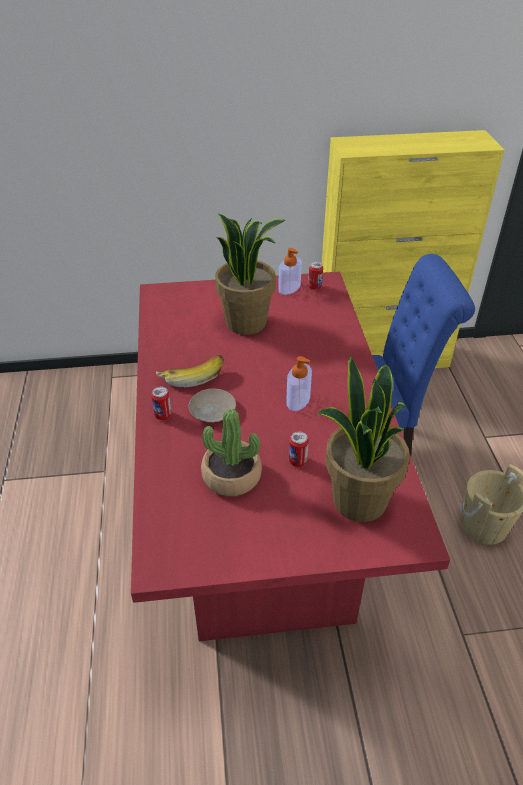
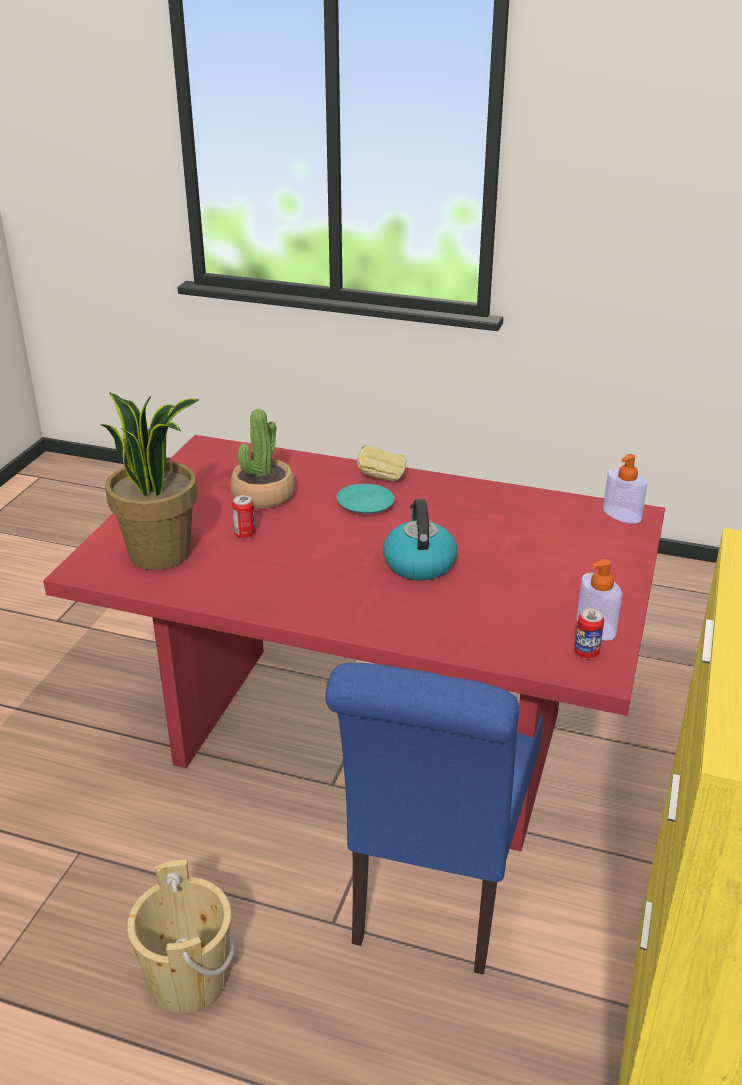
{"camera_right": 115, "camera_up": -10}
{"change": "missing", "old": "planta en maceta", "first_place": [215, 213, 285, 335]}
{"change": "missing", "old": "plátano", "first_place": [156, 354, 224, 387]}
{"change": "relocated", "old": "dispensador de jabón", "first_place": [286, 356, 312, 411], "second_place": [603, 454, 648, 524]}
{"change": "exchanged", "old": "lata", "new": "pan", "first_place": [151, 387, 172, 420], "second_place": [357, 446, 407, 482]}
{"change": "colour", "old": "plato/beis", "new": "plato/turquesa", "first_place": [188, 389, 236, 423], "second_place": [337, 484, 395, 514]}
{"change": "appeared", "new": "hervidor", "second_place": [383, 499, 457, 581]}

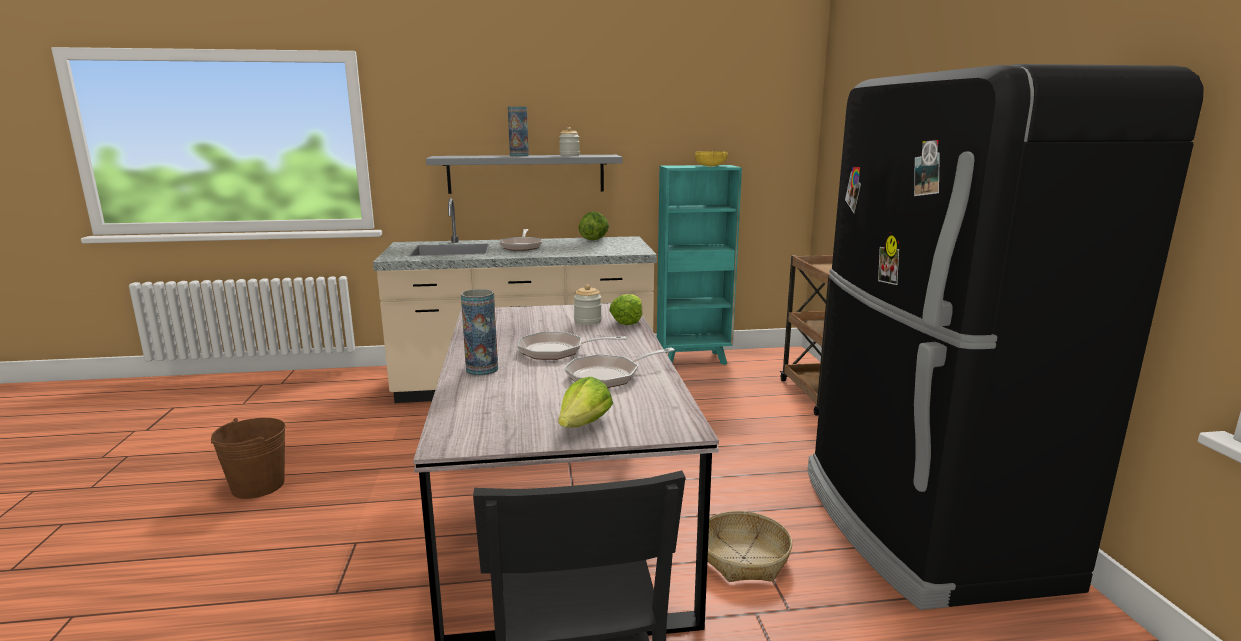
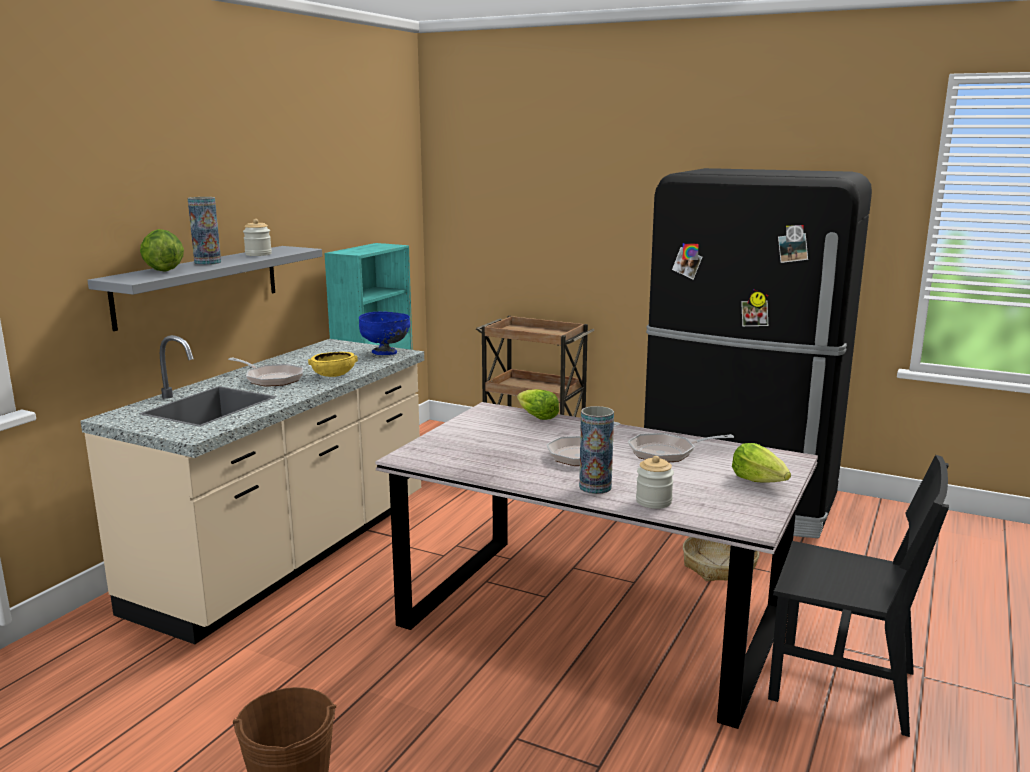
{"camera_right": -55, "camera_up": 0}
{"change": "relocated", "old": "cuenco/amarillo", "first_place": [695, 151, 728, 166], "second_place": [308, 352, 358, 377]}
{"change": "relocated", "old": "lechuga", "first_place": [578, 211, 609, 241], "second_place": [140, 229, 184, 272]}
{"change": "relocated", "old": "tarro", "first_place": [574, 285, 602, 325], "second_place": [636, 456, 674, 509]}
{"change": "spun", "old": "sartén", "first_place": [564, 347, 675, 388], "second_place": [628, 433, 734, 462], "degrees": 75}
{"change": "appeared", "new": "cuenco/azul", "second_place": [359, 312, 410, 355]}

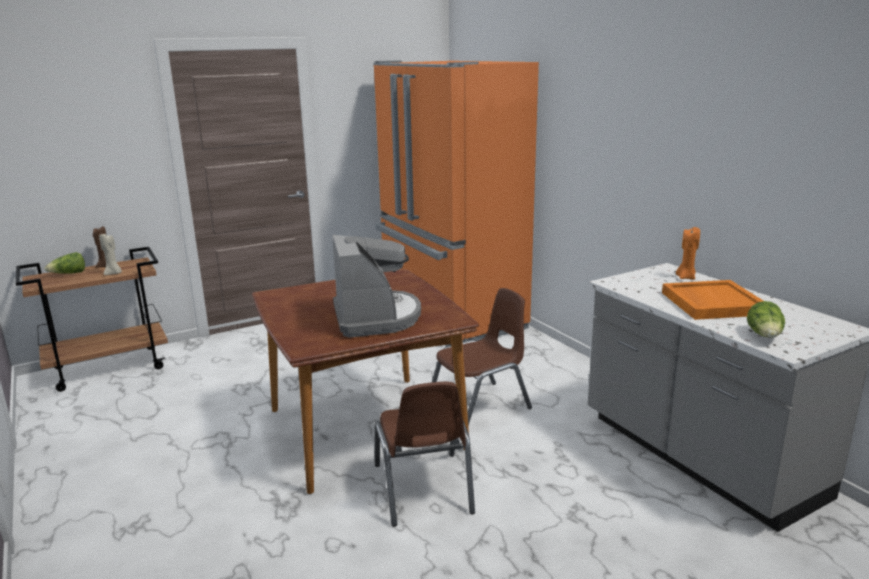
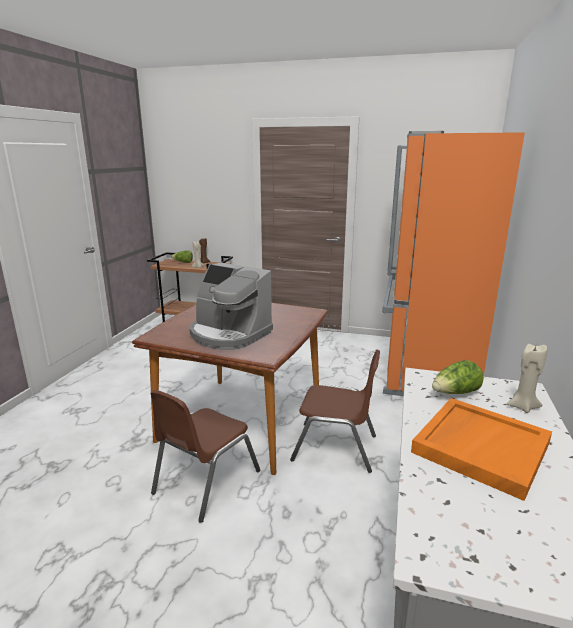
{"camera_right": 45, "camera_up": 0}
{"change": "colour", "old": "vela/naranja", "new": "vela/beis", "first_place": [676, 227, 700, 280], "second_place": [507, 344, 548, 413]}
{"change": "spun", "old": "cafetera", "first_place": [332, 234, 421, 338], "second_place": [189, 263, 273, 350], "degrees": 90}
{"change": "relocated", "old": "lechuga", "first_place": [747, 301, 785, 338], "second_place": [432, 360, 484, 394]}

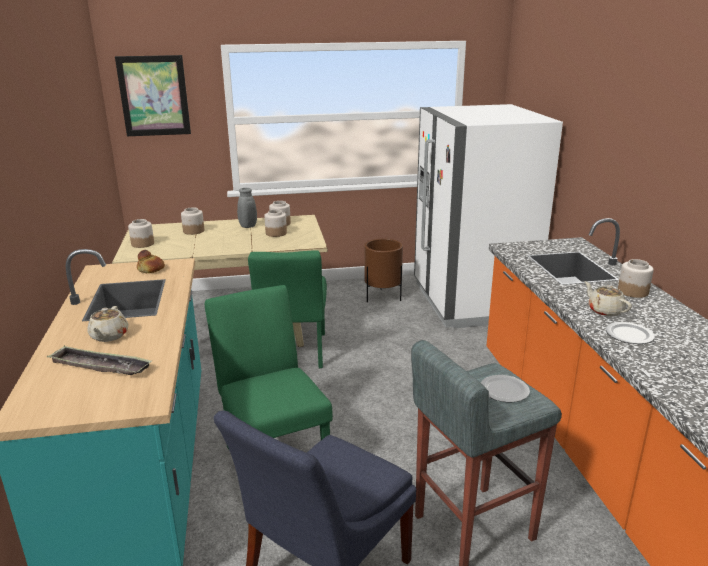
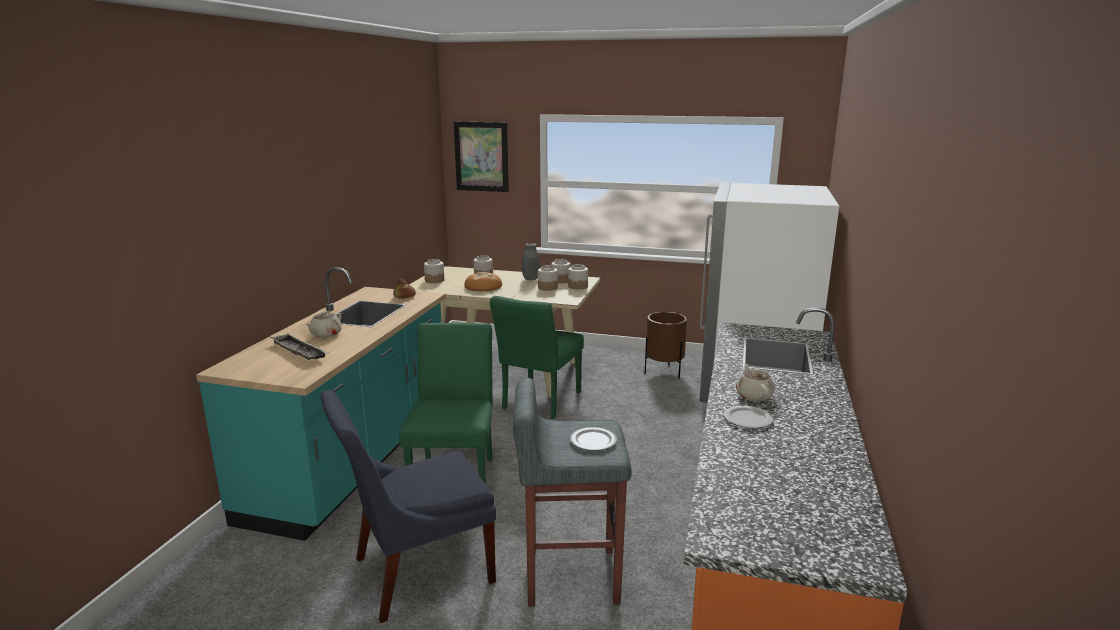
{"camera_right": 25, "camera_up": -5}
{"change": "relocated", "old": "tarro", "first_place": [618, 259, 654, 298], "second_place": [568, 264, 588, 290]}
{"change": "appeared", "new": "pan", "second_place": [464, 272, 502, 291]}

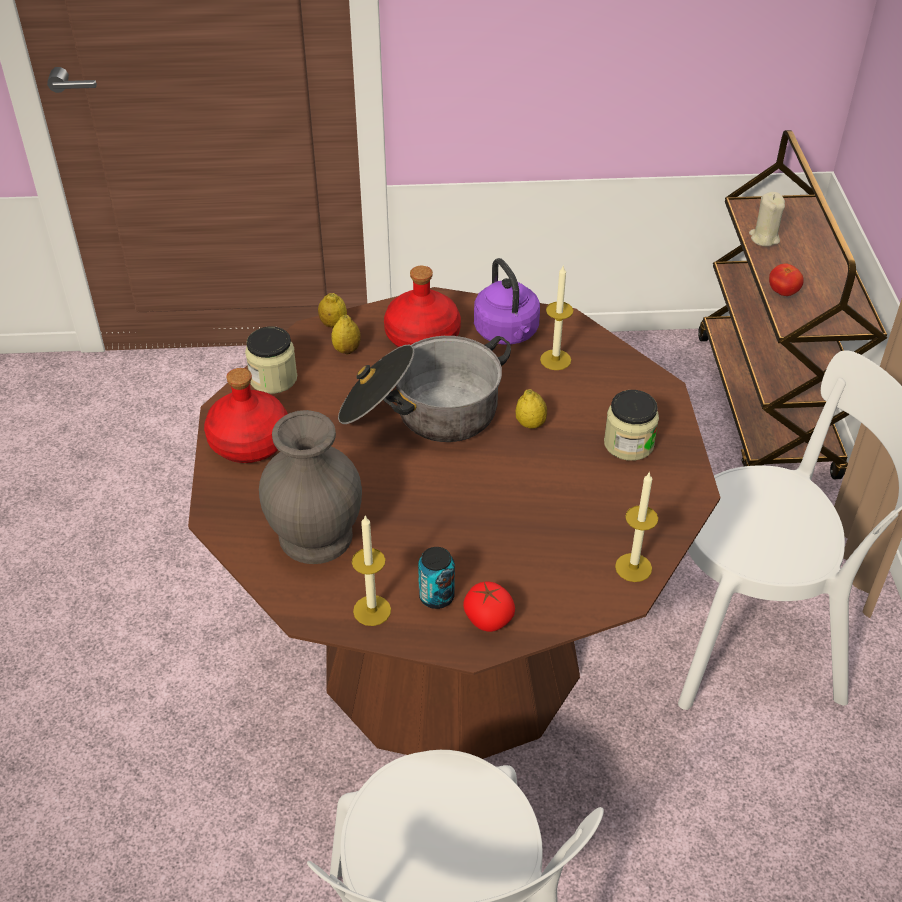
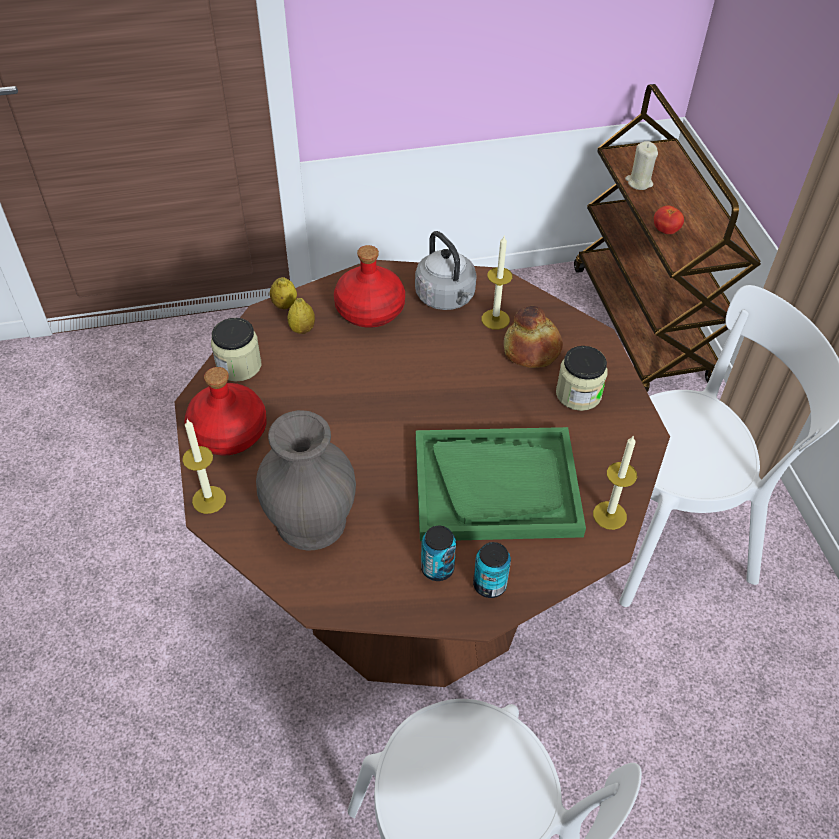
{"camera_right": -10, "camera_up": 5}
{"change": "colour", "old": "hervidor/morado", "new": "hervidor/gris", "first_place": [474, 258, 540, 345], "second_place": [415, 231, 477, 310]}
{"change": "missing", "old": "olla", "first_place": [338, 336, 511, 442]}
{"change": "missing", "old": "limón", "first_place": [516, 389, 547, 429]}
{"change": "relocated", "old": "vela", "first_place": [352, 516, 391, 626], "second_place": [183, 419, 226, 514]}
{"change": "exchanged", "old": "tomate", "new": "lata", "first_place": [463, 581, 515, 632], "second_place": [473, 542, 511, 598]}
{"change": "appeared", "new": "pan", "second_place": [504, 306, 563, 368]}
{"change": "appeared", "new": "bandeja/verde", "second_place": [416, 427, 586, 541]}

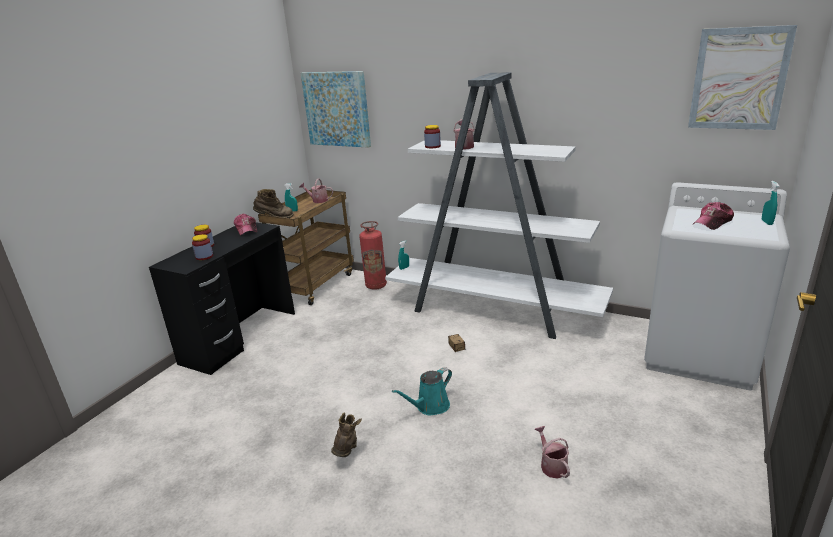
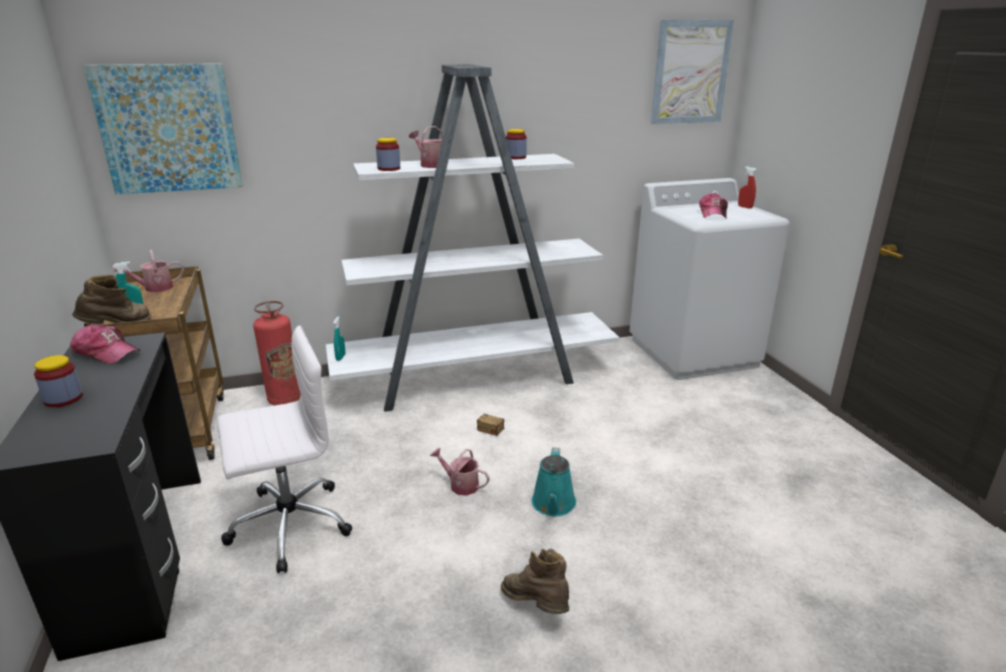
{"camera_right": -45, "camera_up": 0}
{"change": "colour", "old": "pulverizador/turquesa", "new": "pulverizador/rojo", "first_place": [762, 181, 779, 225], "second_place": [738, 167, 756, 209]}
{"change": "relocated", "old": "tarro", "first_place": [192, 234, 213, 260], "second_place": [506, 129, 527, 159]}
{"change": "relocated", "old": "regadera", "first_place": [535, 426, 570, 479], "second_place": [430, 448, 490, 496]}
{"change": "appeared", "new": "silla de oficina/blanco", "second_place": [217, 325, 352, 573]}

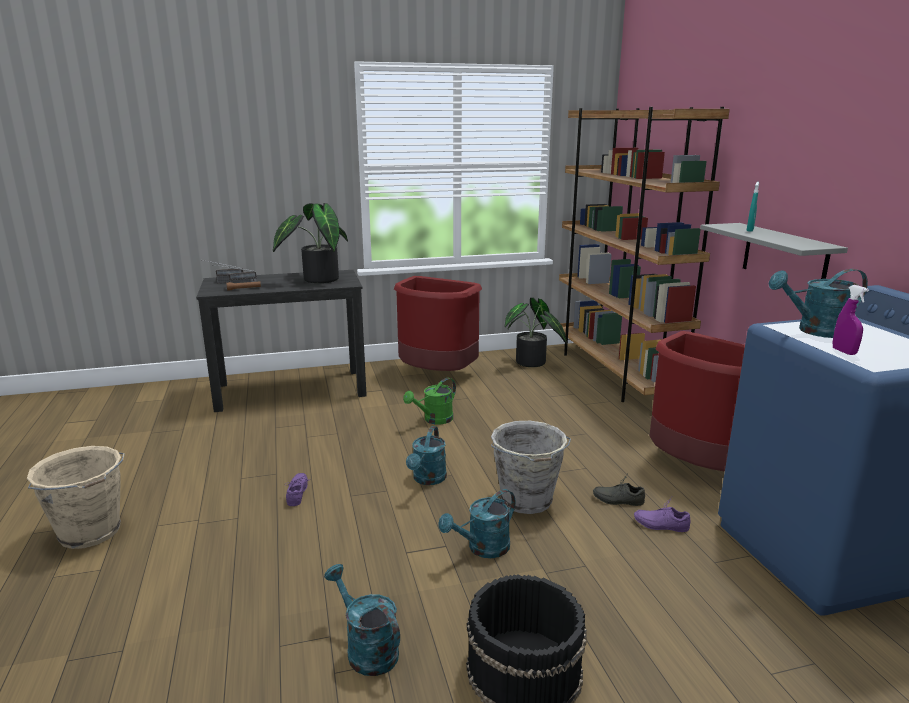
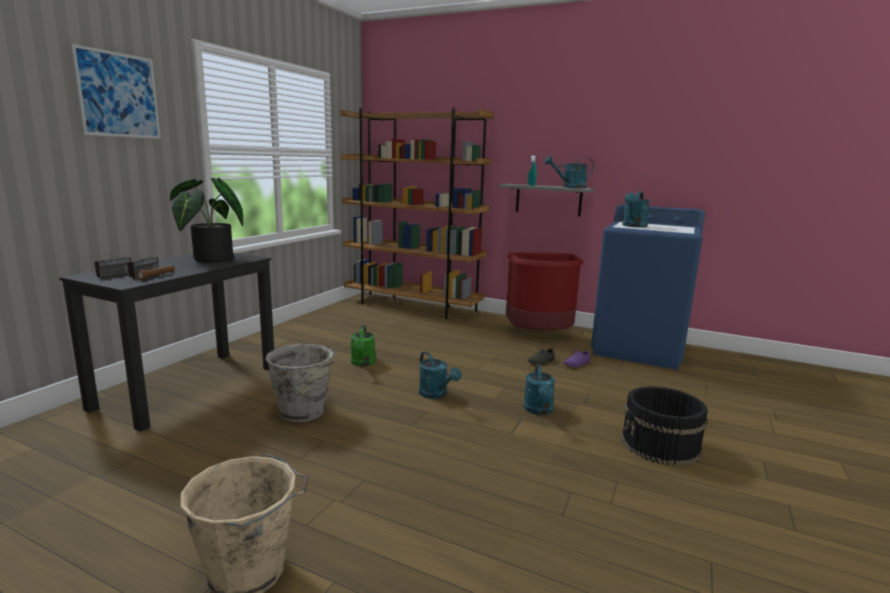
{"camera_right": -50, "camera_up": -5}
{"change": "missing", "old": "papelera/rojo", "first_place": [394, 276, 482, 371]}
{"change": "missing", "old": "pulverizador/morado", "first_place": [833, 285, 869, 355]}
{"change": "missing", "old": "planta en maceta", "first_place": [505, 297, 567, 367]}
{"change": "relocated", "old": "cubo/gris", "first_place": [491, 421, 571, 514], "second_place": [265, 344, 335, 423]}
{"change": "missing", "old": "zapato/morado", "first_place": [285, 473, 310, 506]}
{"change": "relocated", "old": "regadera/turquesa", "first_place": [324, 564, 400, 676], "second_place": [545, 155, 594, 188]}
{"change": "appeared", "new": "cuadro", "second_place": [71, 44, 161, 139]}

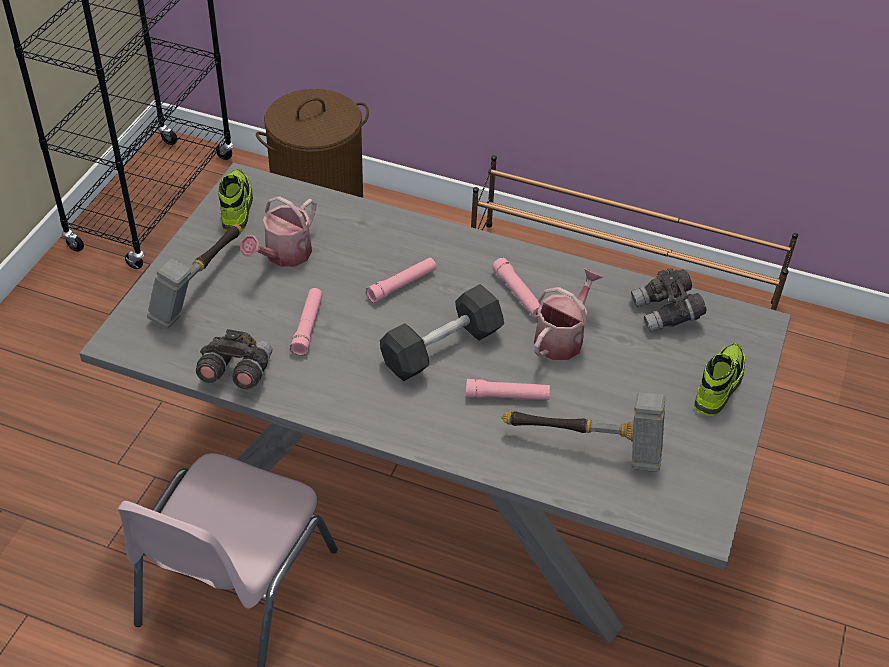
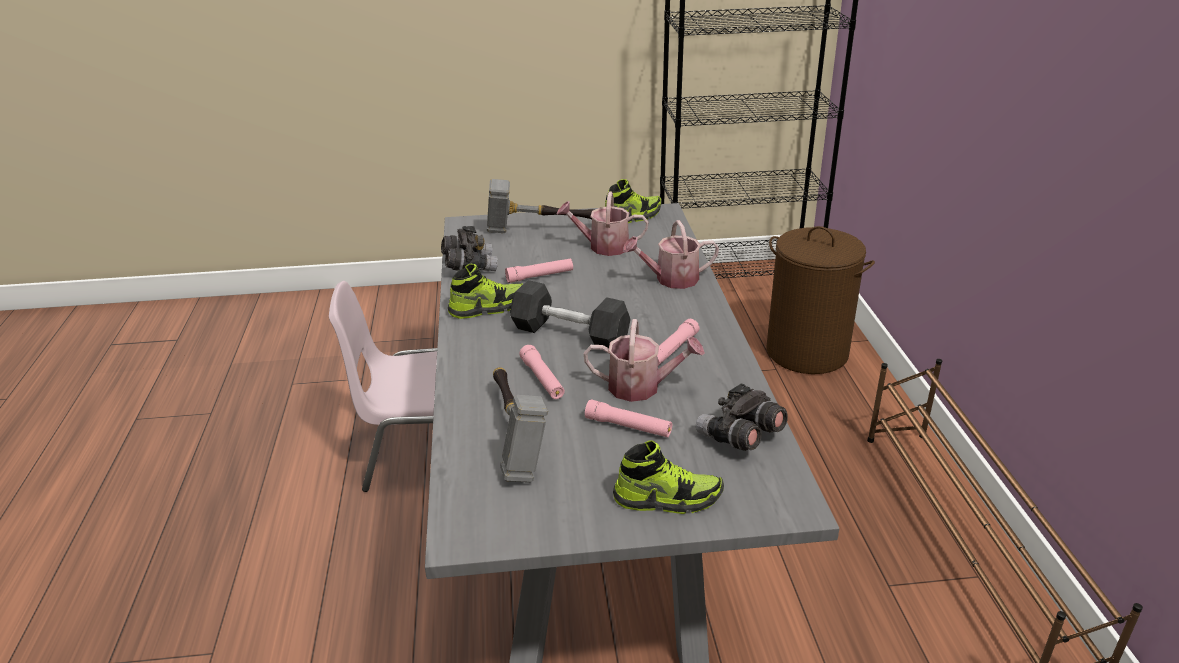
{"camera_right": 65, "camera_up": -15}
{"change": "relocated", "old": "linterna/rosa", "first_place": [366, 258, 436, 303], "second_place": [585, 399, 672, 437]}
{"change": "appeared", "new": "regadera", "second_place": [623, 220, 719, 289]}
{"change": "appeared", "new": "zapato", "second_place": [448, 264, 523, 319]}

